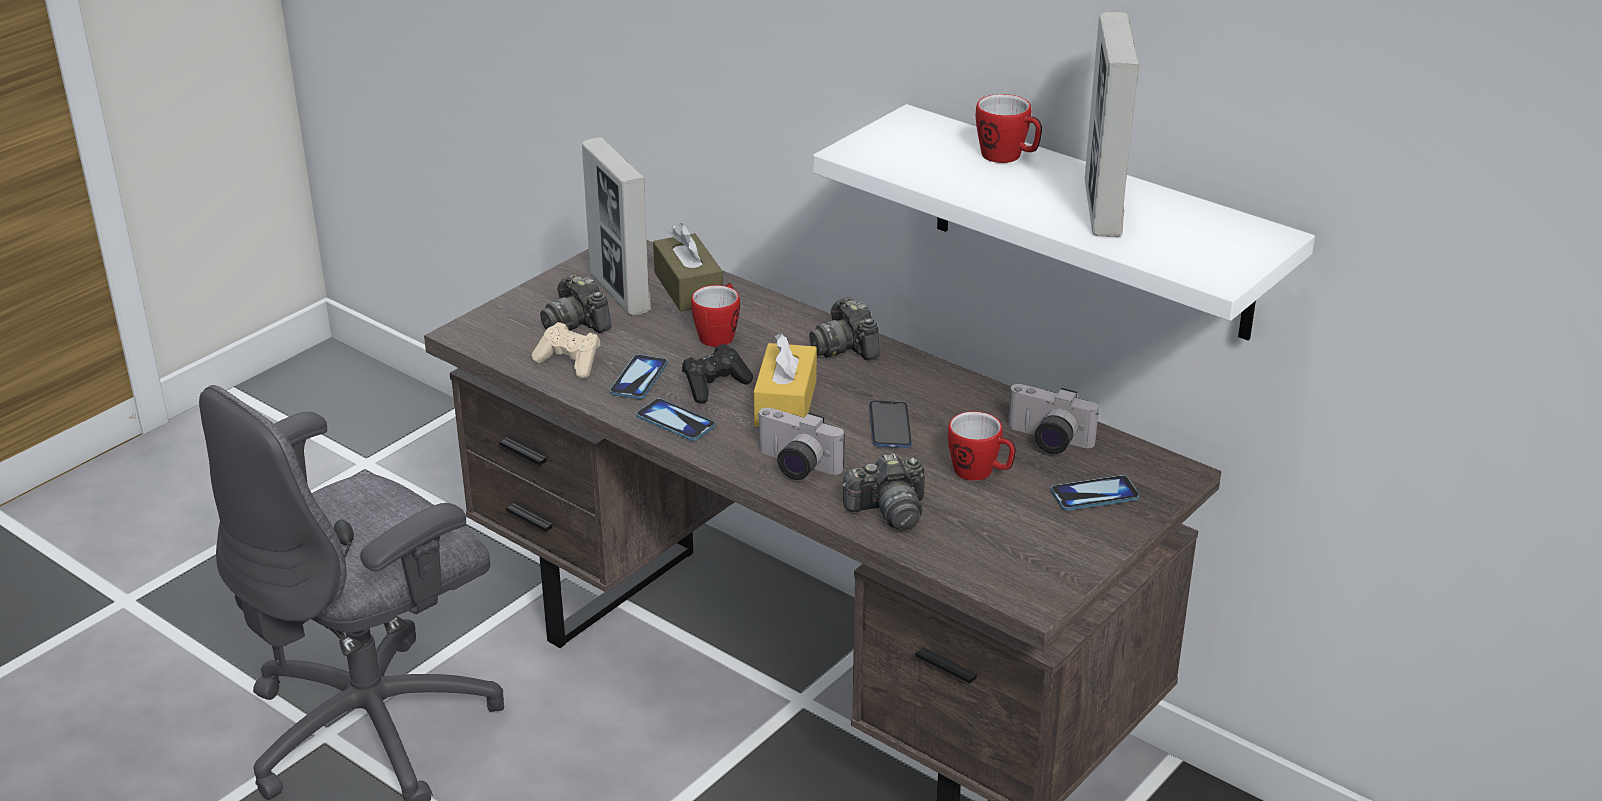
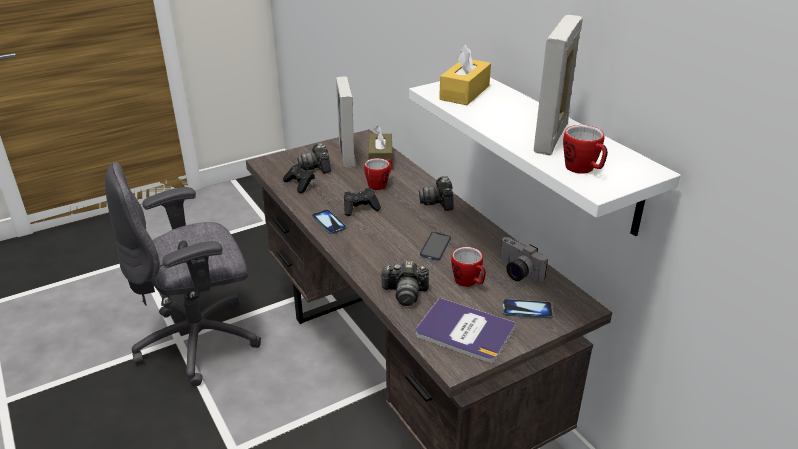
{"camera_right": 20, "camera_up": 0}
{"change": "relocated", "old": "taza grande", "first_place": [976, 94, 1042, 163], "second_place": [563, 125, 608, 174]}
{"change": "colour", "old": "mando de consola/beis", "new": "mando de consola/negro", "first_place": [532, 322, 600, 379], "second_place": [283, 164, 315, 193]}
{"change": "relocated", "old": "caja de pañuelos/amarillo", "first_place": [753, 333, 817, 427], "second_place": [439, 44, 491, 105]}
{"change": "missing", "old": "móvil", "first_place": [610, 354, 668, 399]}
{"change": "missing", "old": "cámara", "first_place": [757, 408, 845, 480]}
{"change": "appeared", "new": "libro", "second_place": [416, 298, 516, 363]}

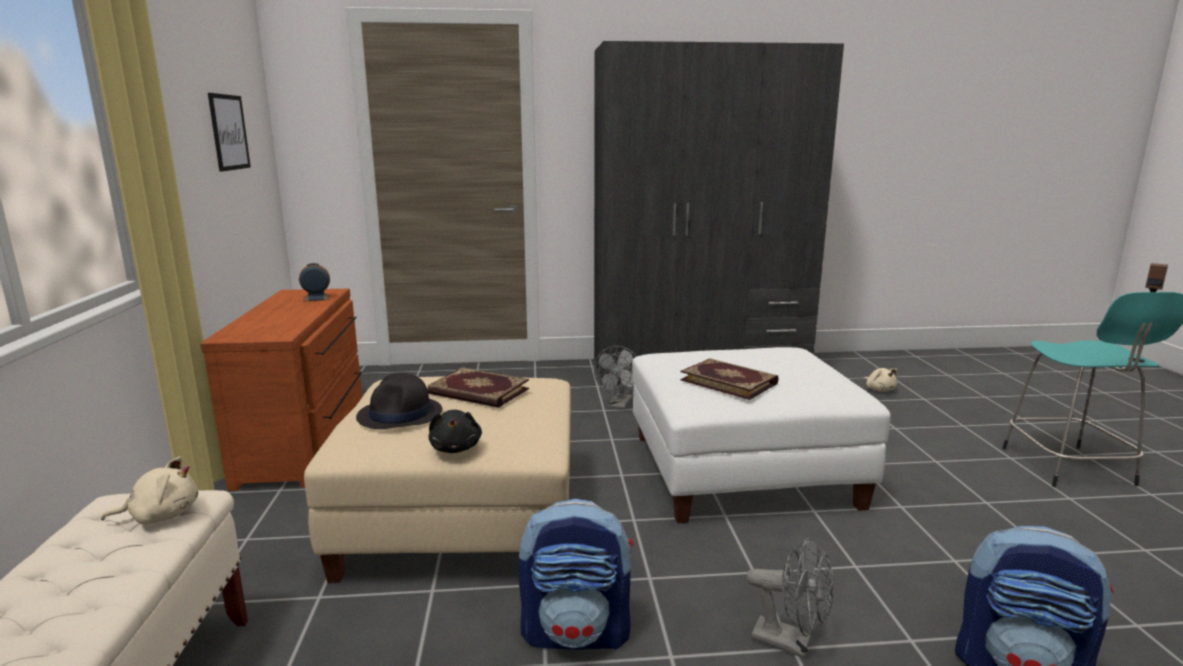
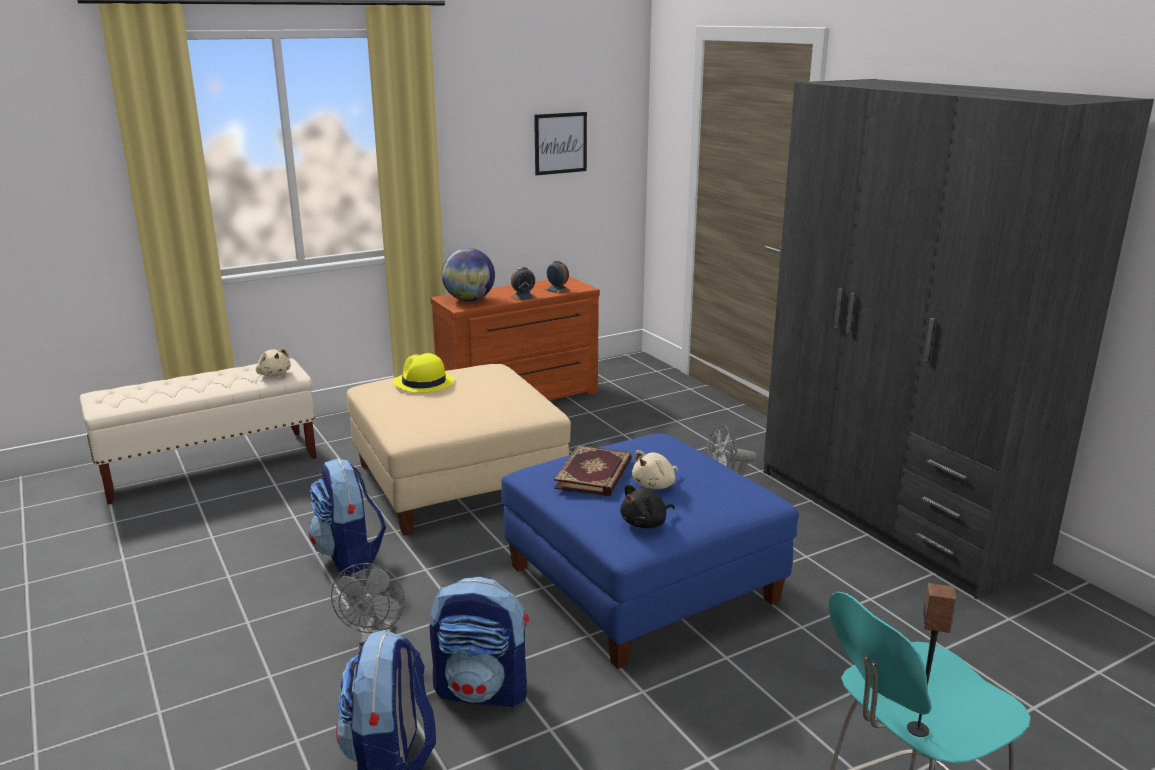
{"camera_right": 65, "camera_up": 5}
{"change": "colour", "old": "puf/blanco", "new": "puf/azul", "first_place": [632, 347, 891, 523], "second_place": [501, 434, 799, 669]}
{"change": "missing", "old": "libro", "first_place": [428, 367, 529, 408]}
{"change": "relocated", "old": "peluche/beis", "first_place": [863, 368, 898, 392], "second_place": [632, 450, 678, 489]}
{"change": "colour", "old": "sombrero/negro", "new": "sombrero/amarillo", "first_place": [356, 373, 442, 429], "second_place": [393, 353, 454, 393]}
{"change": "relocated", "old": "peluche/negro", "first_place": [428, 410, 482, 453], "second_place": [620, 484, 675, 528]}
{"change": "appeared", "new": "globo terráqueo", "second_place": [442, 248, 495, 301]}
{"change": "appeared", "new": "despertador", "second_place": [510, 267, 536, 301]}
{"change": "appeared", "new": "mochila", "second_place": [430, 576, 529, 708]}

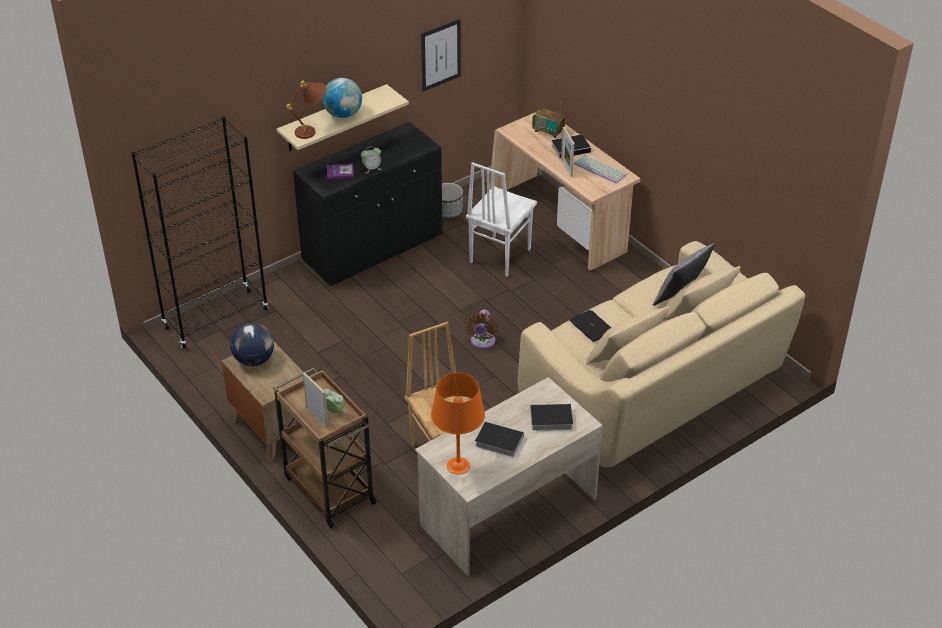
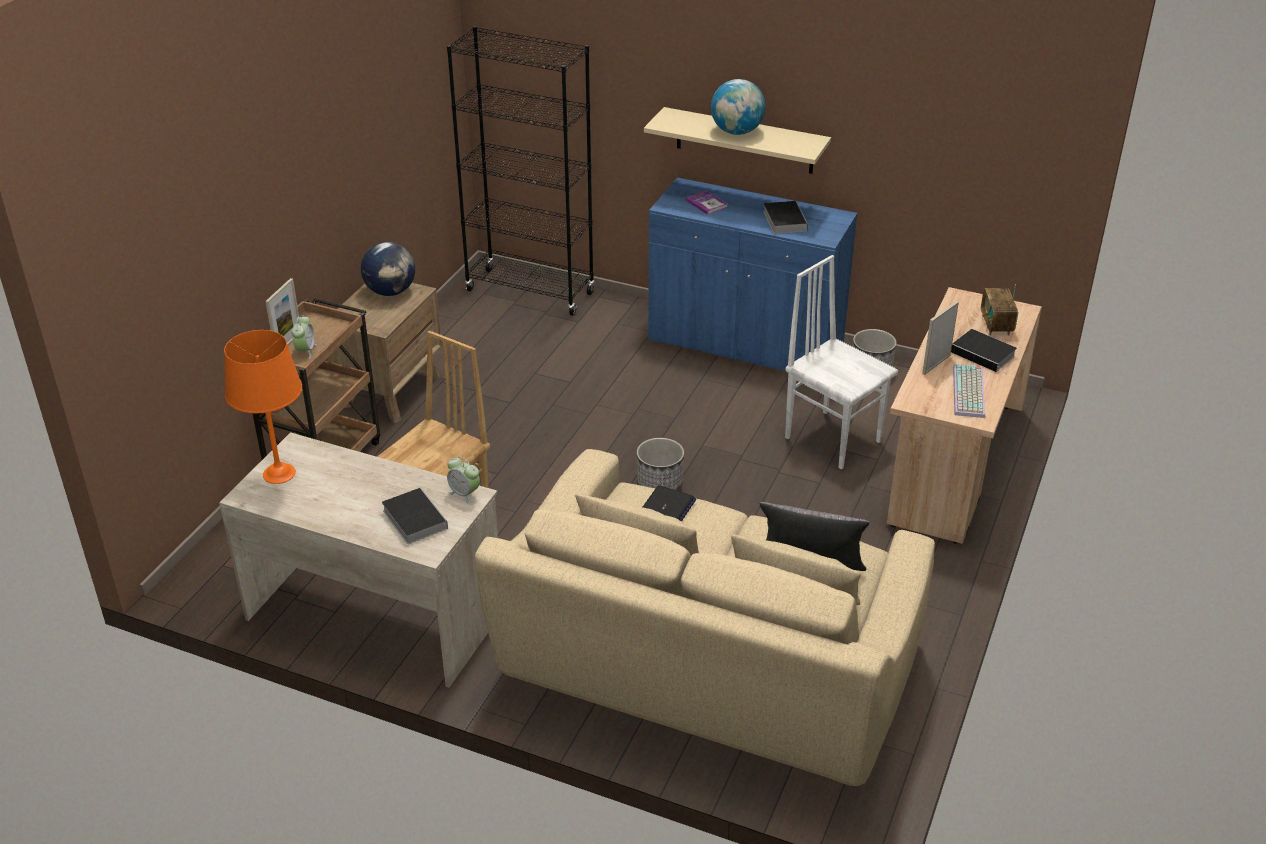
{"camera_right": 60, "camera_up": -5}
{"change": "missing", "old": "cuadro", "first_place": [421, 19, 461, 92]}
{"change": "missing", "old": "lámpara de mesa/marrón", "first_place": [286, 81, 326, 139]}
{"change": "colour", "old": "armario/negro", "new": "armario/azul", "first_place": [293, 122, 443, 286], "second_place": [648, 178, 857, 371]}
{"change": "relocated", "old": "despertador", "first_place": [361, 146, 382, 174], "second_place": [447, 456, 480, 504]}
{"change": "spun", "old": "silla/blanco", "first_place": [466, 162, 537, 277], "second_place": [785, 255, 898, 470], "degrees": 45}
{"change": "exchanged", "old": "ventilador/marrón", "new": "maceta", "first_place": [464, 310, 498, 349], "second_place": [636, 438, 684, 490]}
{"change": "relocated", "old": "libro", "first_place": [475, 421, 524, 457], "second_place": [763, 201, 808, 234]}

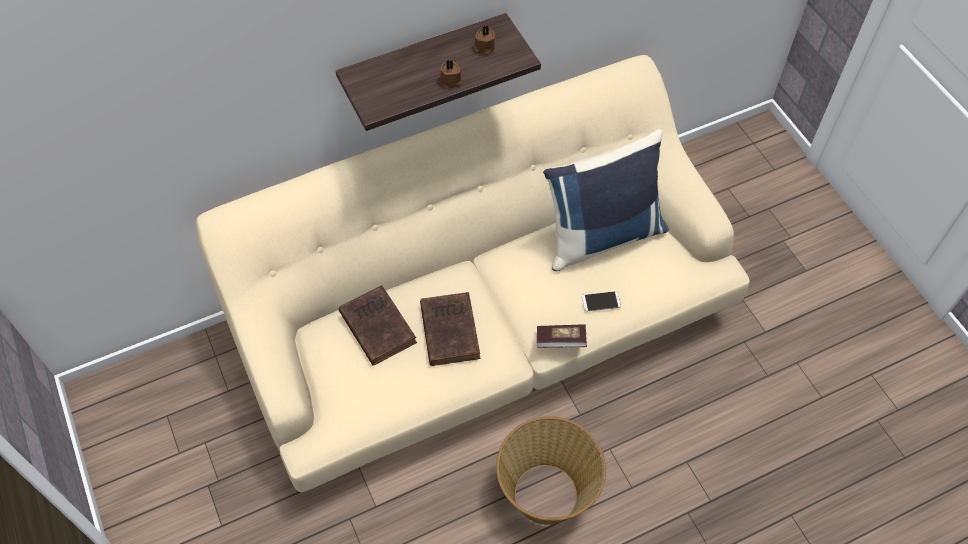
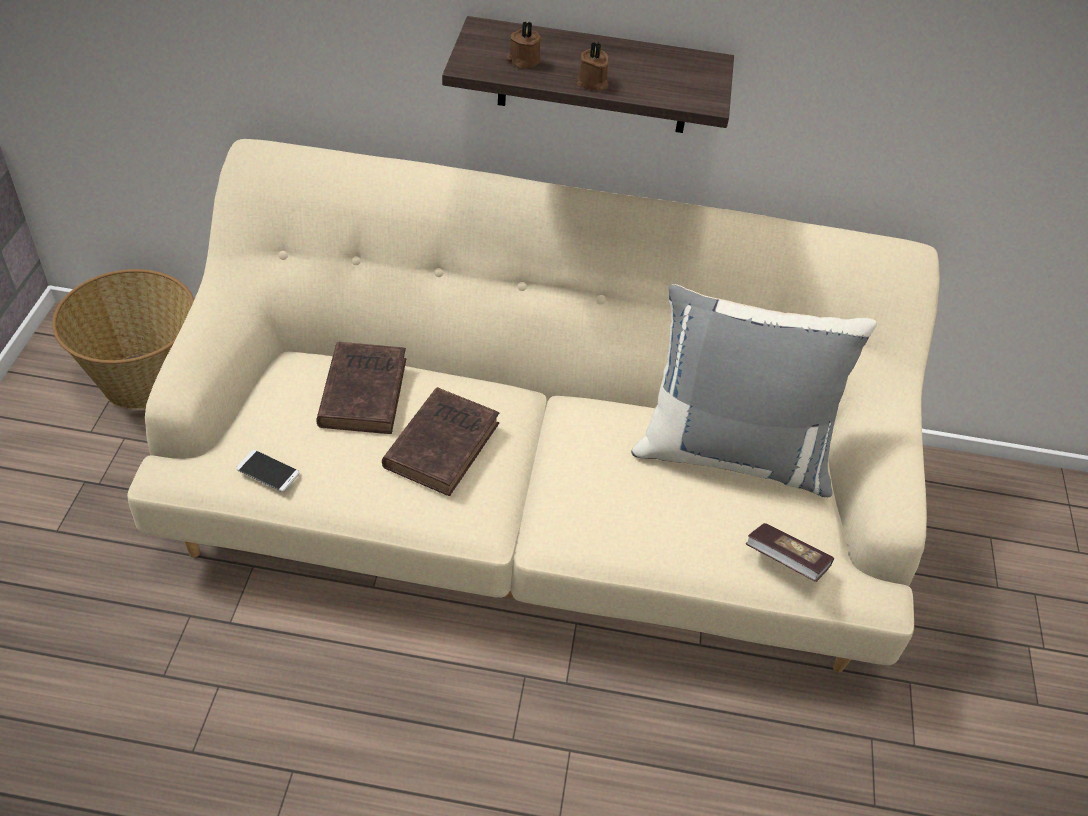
{"camera_right": 30, "camera_up": -10}
{"change": "relocated", "old": "vela/marrón", "first_place": [474, 26, 495, 55], "second_place": [506, 21, 541, 68]}
{"change": "colour", "old": "cojín/azul", "new": "cojín/gris", "first_place": [543, 129, 669, 271], "second_place": [631, 284, 877, 497]}
{"change": "relocated", "old": "móvil", "first_place": [582, 291, 621, 312], "second_place": [236, 450, 299, 492]}
{"change": "relocated", "old": "libro", "first_place": [537, 324, 587, 348], "second_place": [746, 523, 834, 582]}
{"change": "relocated", "old": "cesta", "first_place": [496, 416, 606, 525], "second_place": [52, 269, 194, 409]}

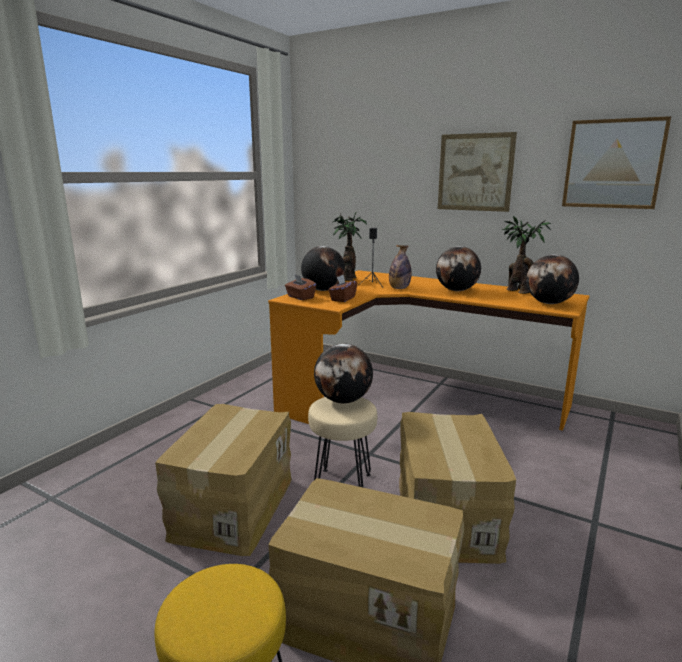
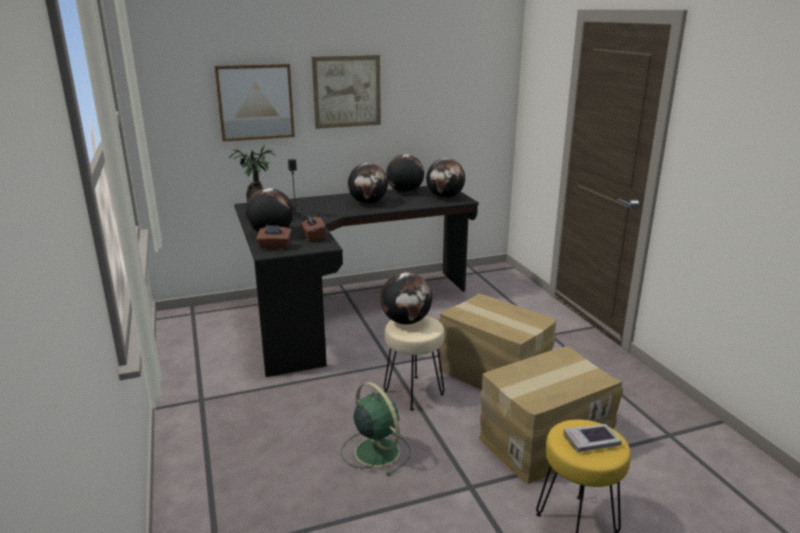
{"camera_right": -50, "camera_up": 5}
{"change": "relocated", "old": "cuadro", "first_place": [562, 116, 671, 209], "second_place": [214, 64, 295, 142]}
{"change": "exchanged", "old": "planta en maceta", "new": "globo terráqueo", "first_place": [502, 216, 551, 294], "second_place": [386, 154, 424, 193]}
{"change": "missing", "old": "botella", "first_place": [389, 245, 412, 289]}
{"change": "colour", "old": "escritorio/naranja", "new": "escritorio/negro", "first_place": [268, 270, 590, 431], "second_place": [234, 186, 479, 377]}
{"change": "exchanged", "old": "caja de cartón", "new": "ventilador/verde", "first_place": [155, 404, 291, 556], "second_place": [341, 382, 411, 476]}
{"change": "appeared", "new": "libro", "second_place": [563, 424, 622, 452]}

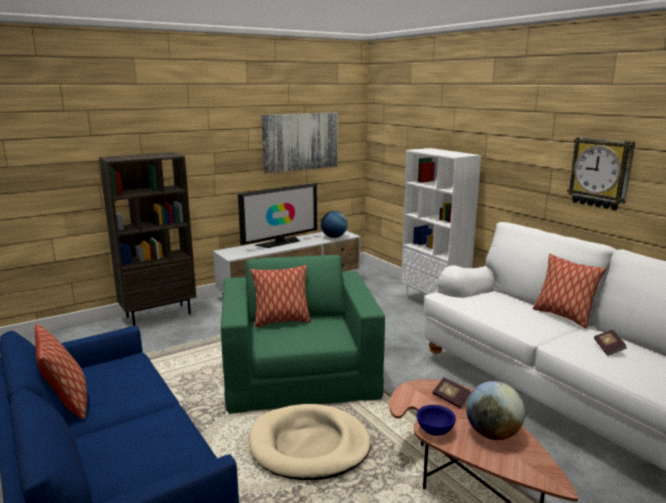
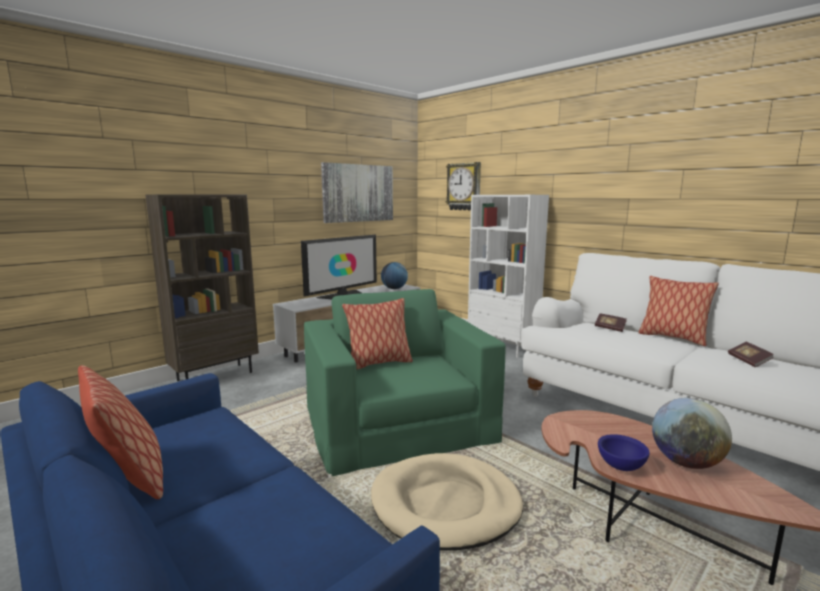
{"camera_right": -10, "camera_up": -5}
{"change": "relocated", "old": "reloj de pared", "first_place": [567, 137, 635, 210], "second_place": [446, 162, 481, 210]}
{"change": "relocated", "old": "libro", "first_place": [432, 377, 471, 408], "second_place": [595, 313, 627, 332]}

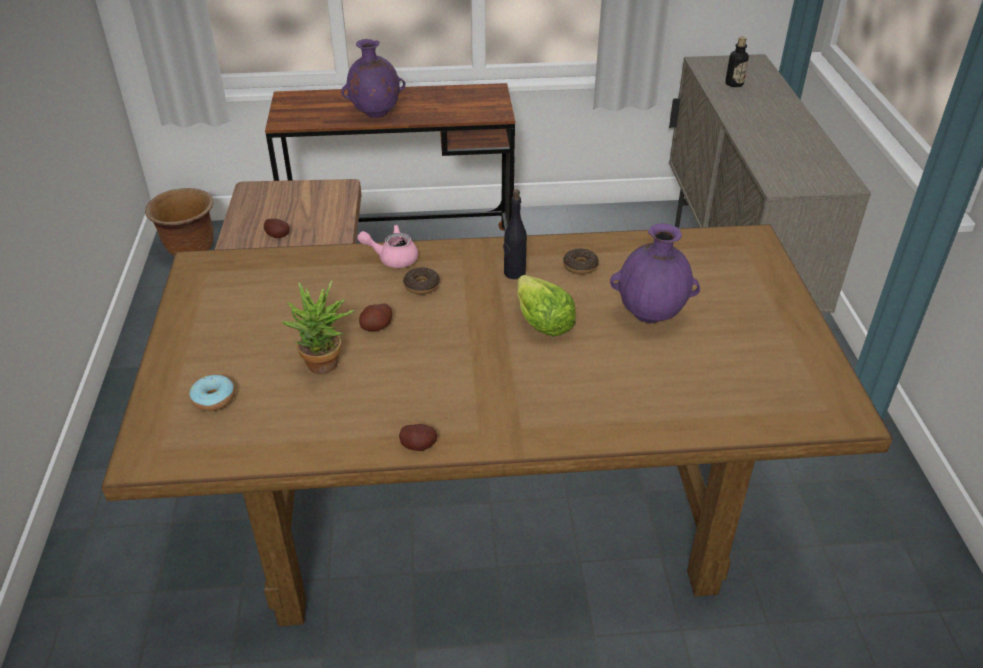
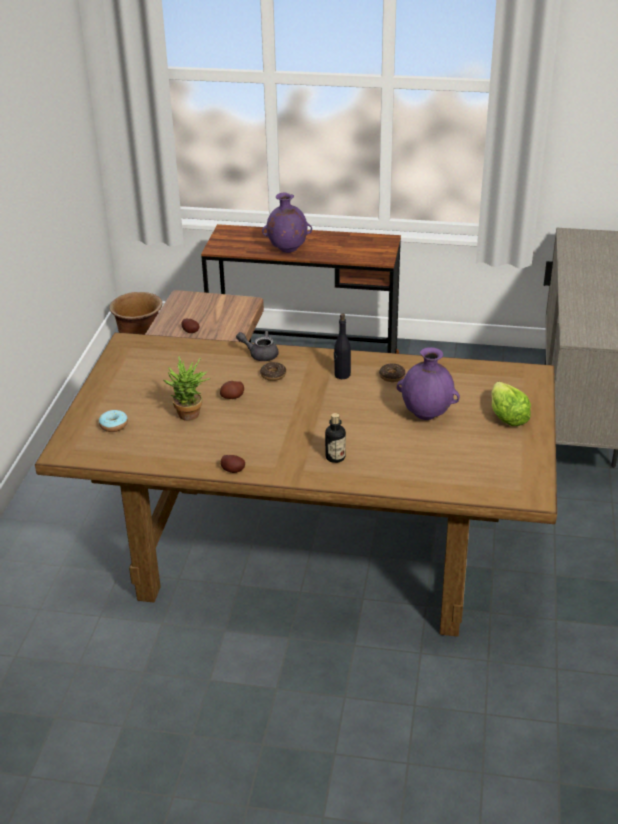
{"camera_right": 15, "camera_up": -5}
{"change": "relocated", "old": "botella", "first_place": [725, 37, 749, 87], "second_place": [325, 413, 346, 463]}
{"change": "colour", "old": "tetera/rosa", "new": "tetera/gris", "first_place": [357, 225, 418, 268], "second_place": [236, 331, 279, 361]}
{"change": "relocated", "old": "lechuga", "first_place": [517, 275, 576, 337], "second_place": [491, 382, 531, 426]}

